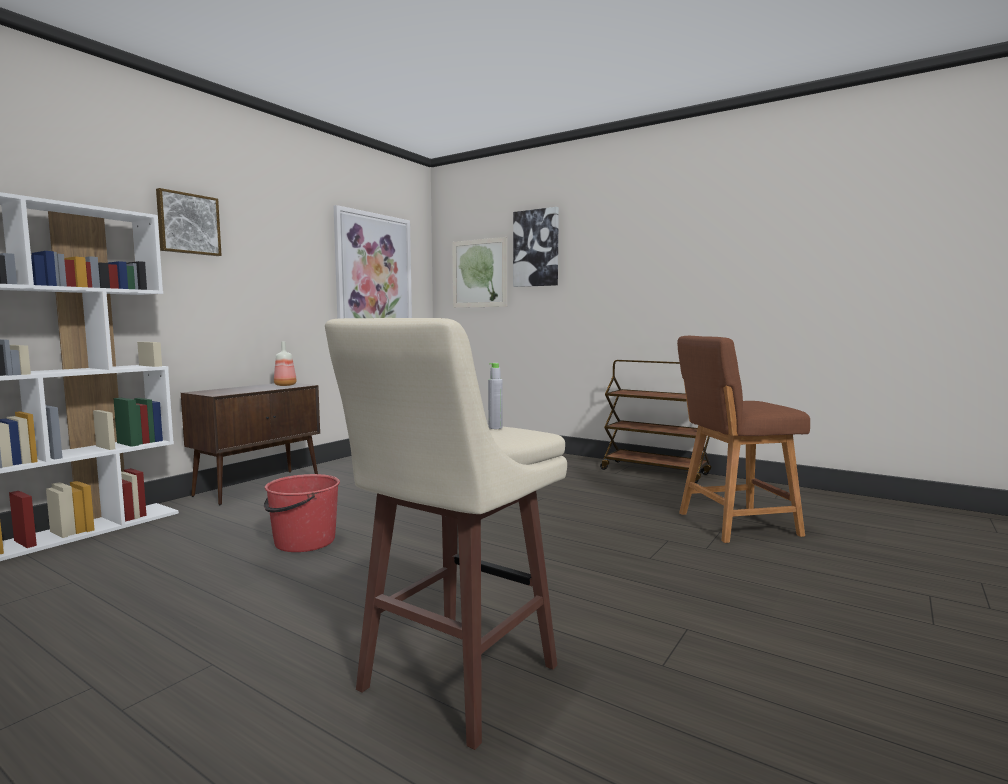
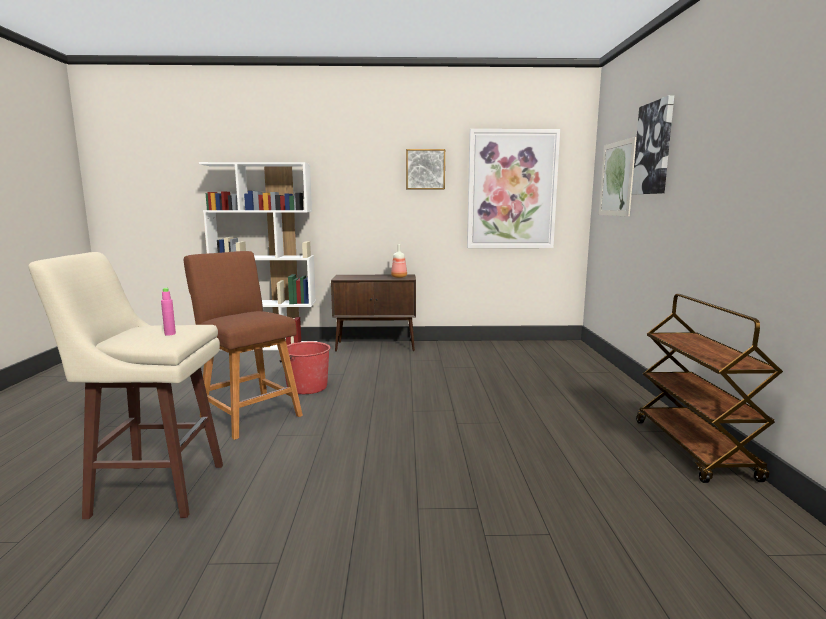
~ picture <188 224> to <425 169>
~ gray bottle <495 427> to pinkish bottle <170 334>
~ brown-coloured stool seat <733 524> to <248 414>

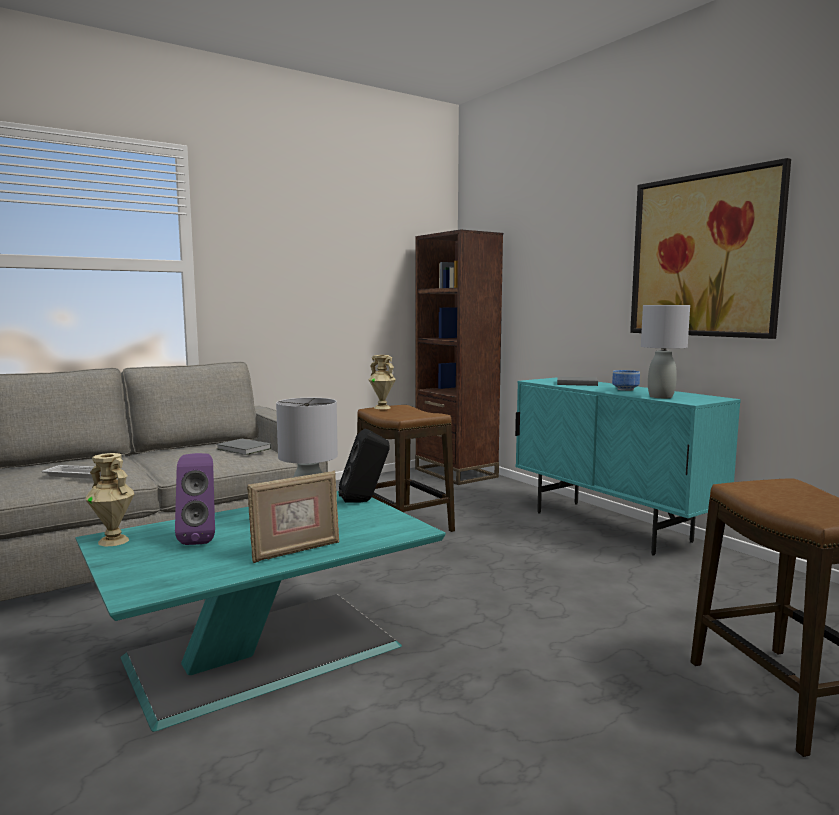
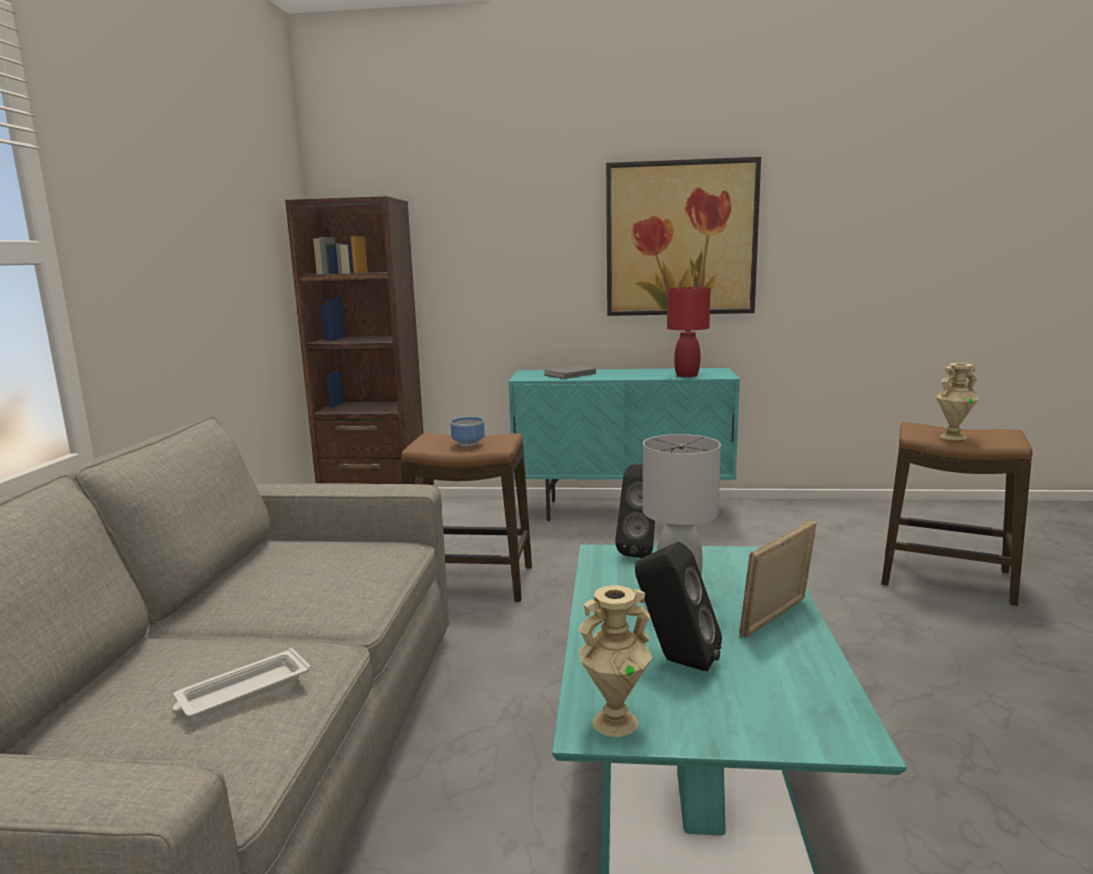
~ purple speaker <199 539> to black-coloured speaker <675 661>
- gray book <244 449>
~ photo frame <295 551> = <776 619> 135 degrees counterclockwise
~ sand-coloured vase <382 407> to <952 437>
~ deep dish <626 389> to <469 443>
~ gray table lamp <661 397> to red-coloured table lamp <687 375>

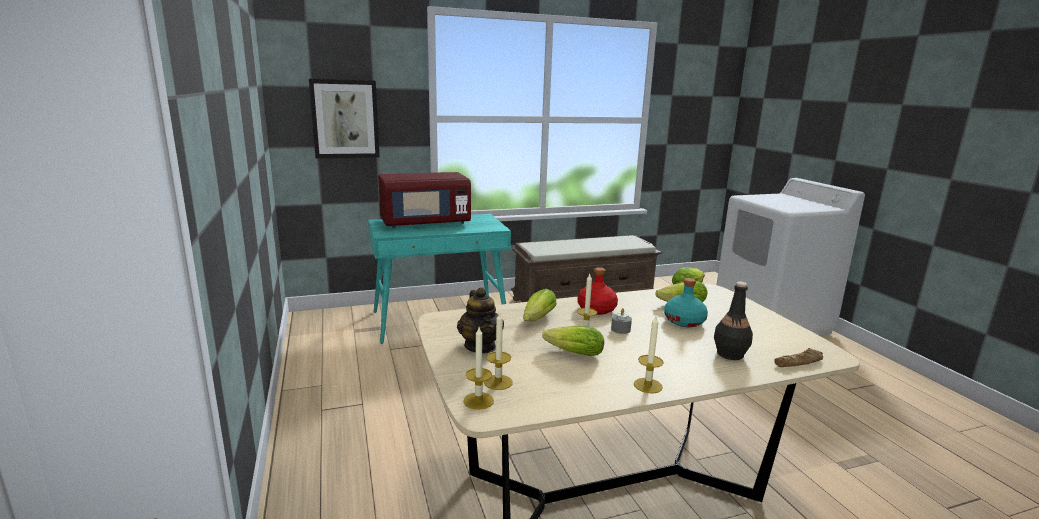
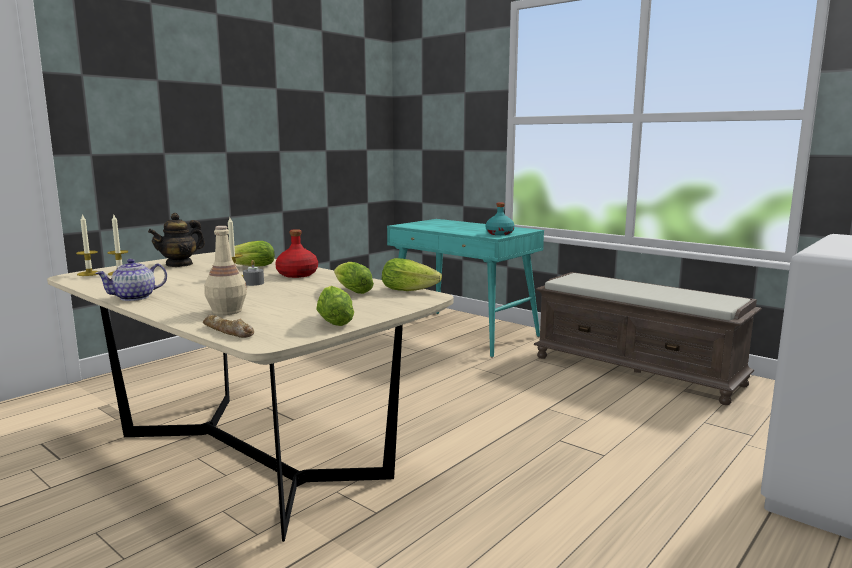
- picture <345 119>
- red-coloured microwave oven <425 223>
~ lettuce head <571 353> to <335 320>
~ wax light <648 385> to pot for tea <135 297>
~ turquoise bottle <684 321> to <500 234>
~ black-coloured bottle <729 354> to sand-coloured bottle <227 311>

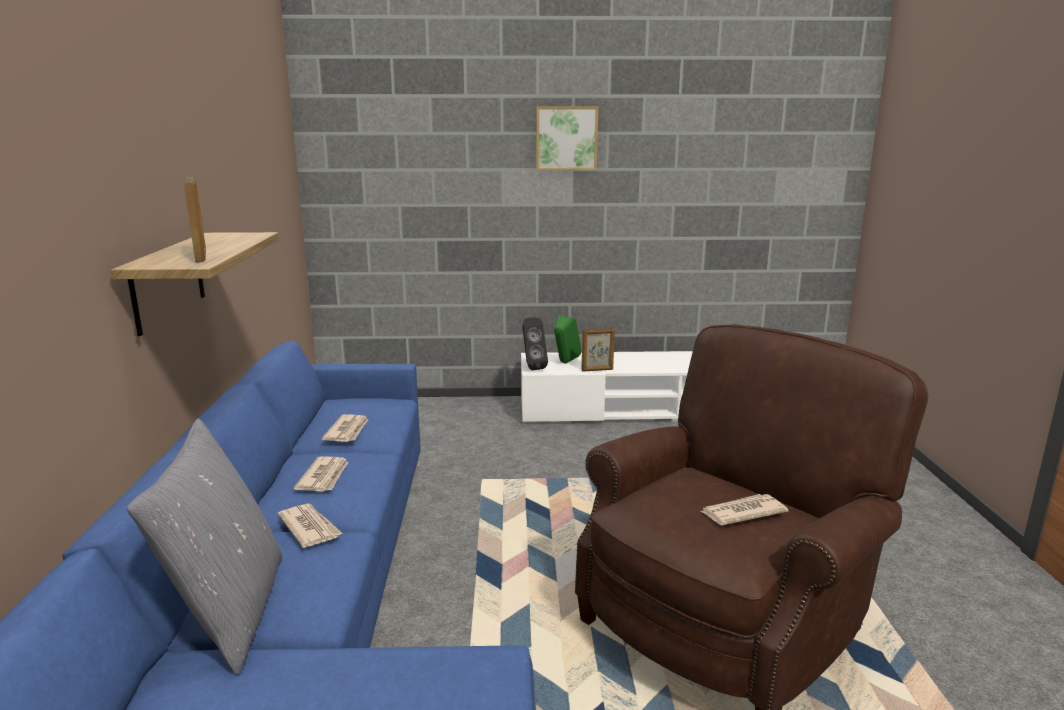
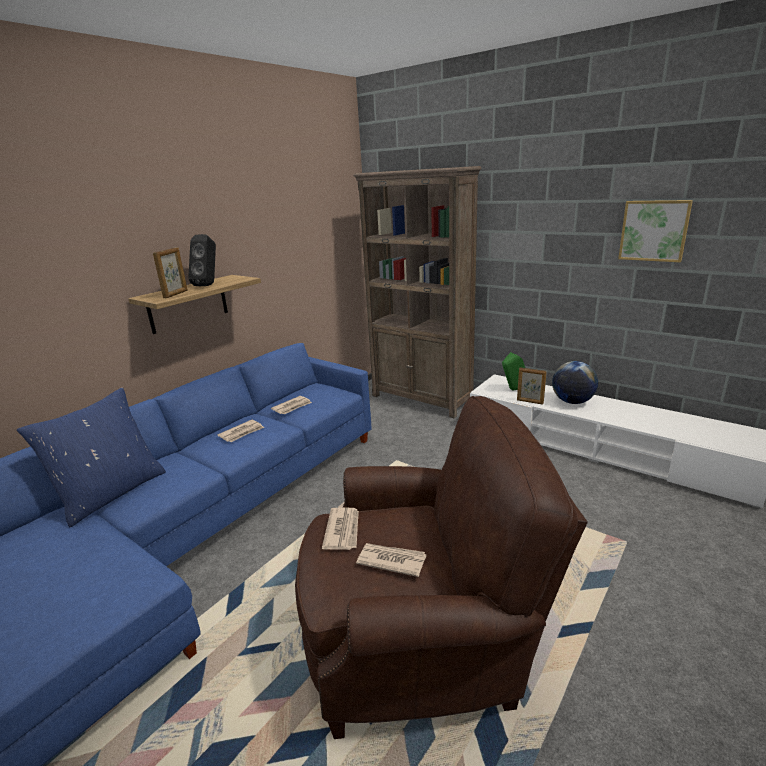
~ gray throw pillow <230 611> to blue throw pillow <112 493>
~ printed paper <309 527> to <343 530>
~ black-coloured speaker <532 367> to <209 285>
~ picture <566 138> to <654 230>
+ brown-coloured shelving unit <421 399>
+ desk globe <572 402>

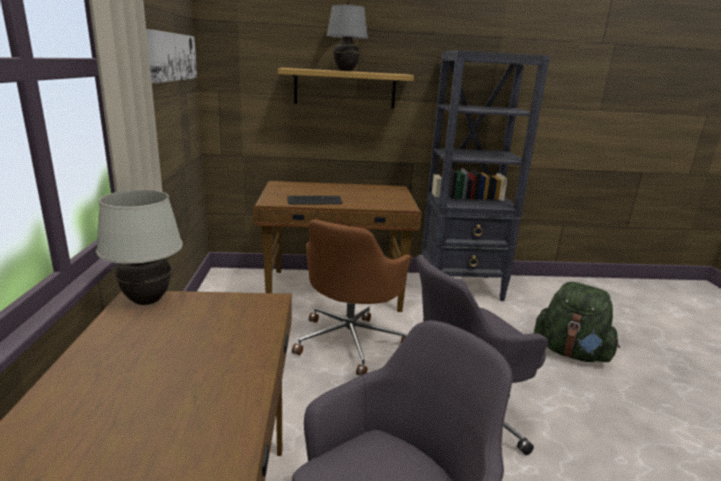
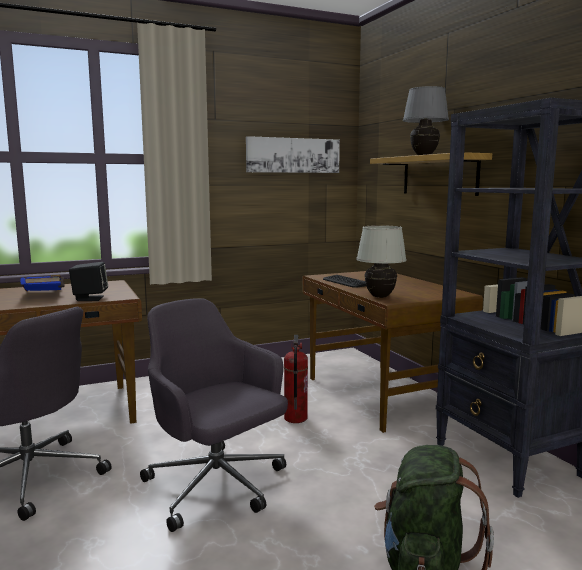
~ white-coloured table lamp <148 301> to <380 297>
~ brown-coloured computer chair <350 340> to extinguisher <295 418>
+ blue book <44 295>
+ black-coloured speaker <90 298>

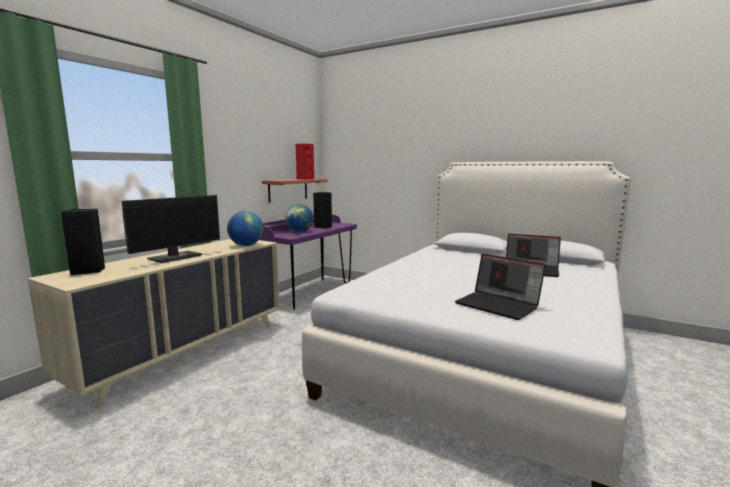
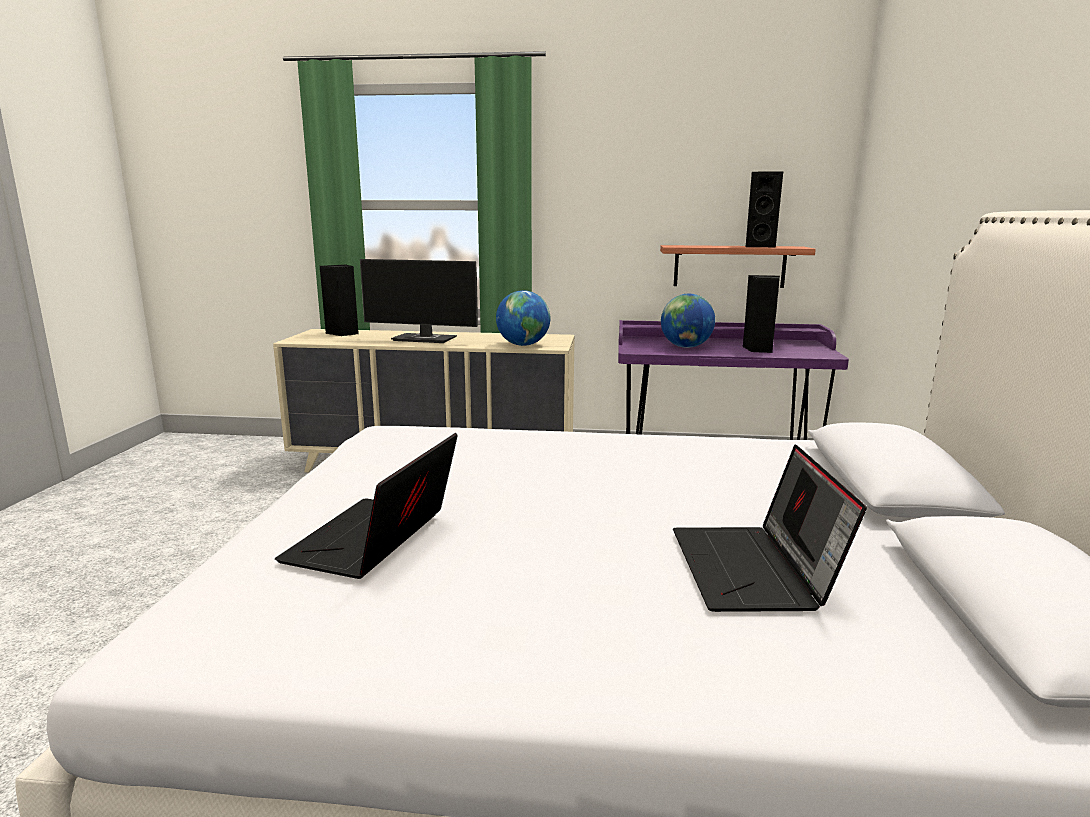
~ red-coloured speaker <304 179> to black-coloured speaker <758 246>

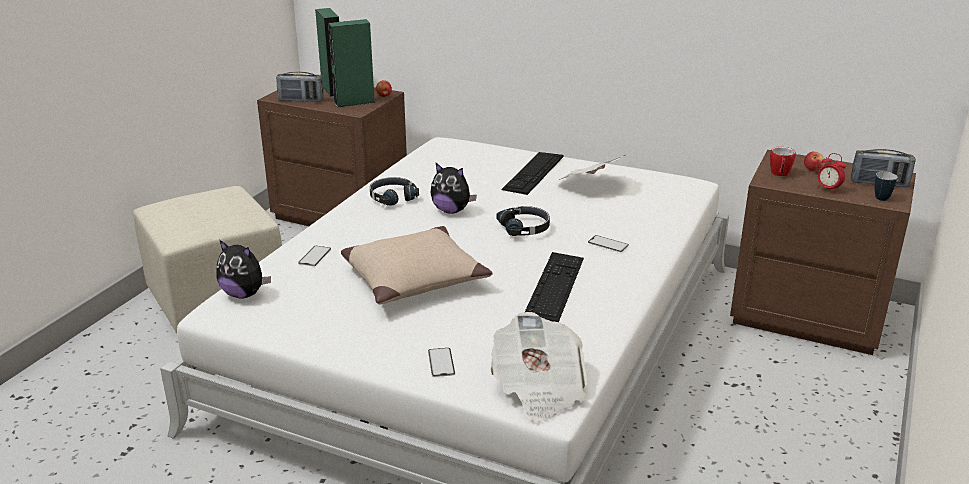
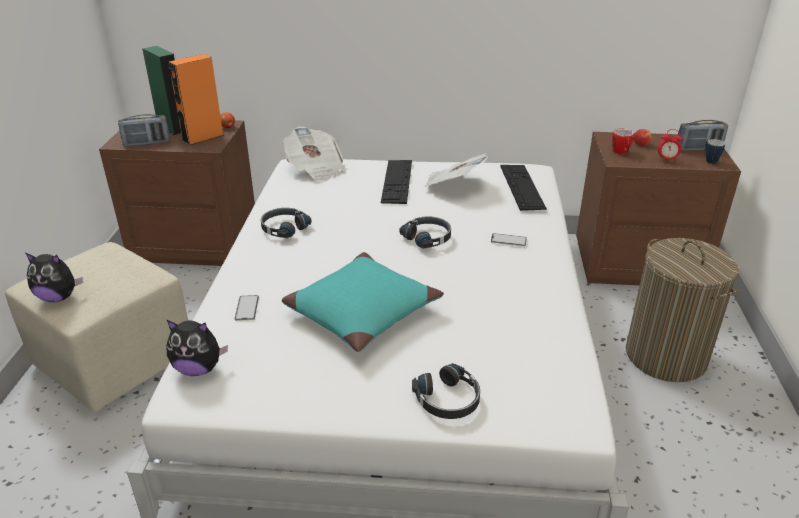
~ greenish speaker <354 102> to orange-coloured speaker <203 138>
~ sand-coloured throw pillow <414 278> to turquoise throw pillow <361 312>
~ phone <441 362> to black-coloured pair of headphones <448 400>
~ plush toy <451 210> to <59 297>
~ printed paper <538 389> to <315 169>
~ PC keyboard <555 286> to <522 186>
+ washing basket <666 356>

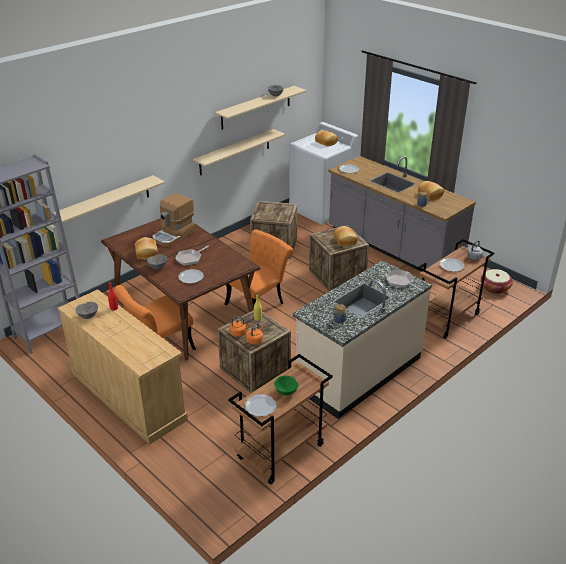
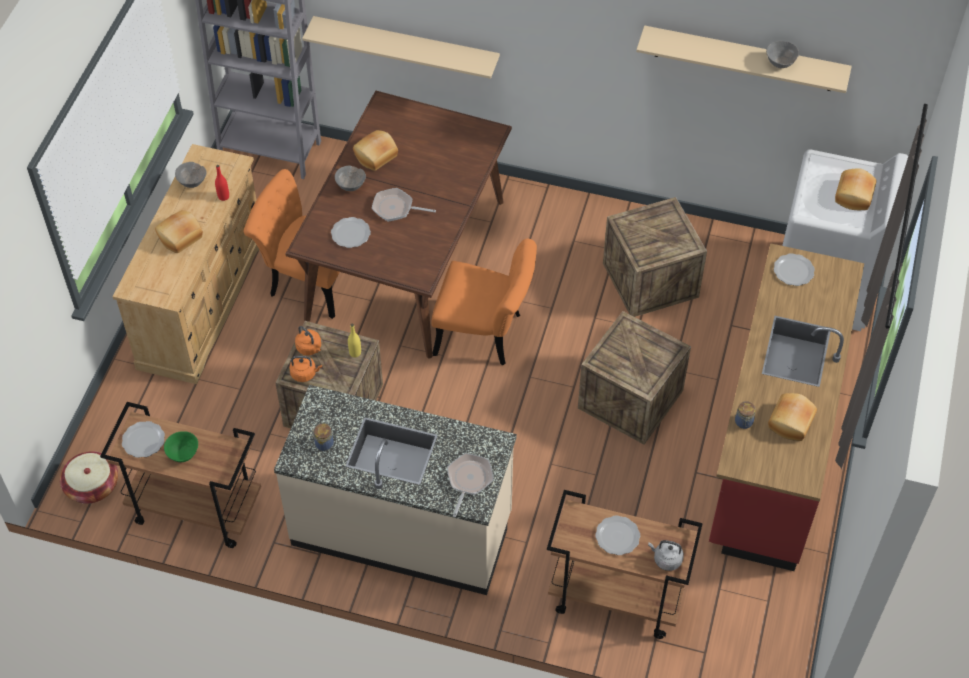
- coffee brewer <174 235>
- sand-coloured wall shelf <235 152>
~ gray counter <392 249> to red-coloured counter <772 443>
~ bakery bread <345 240> to <181 237>
~ household basket <495 288> to <92 486>

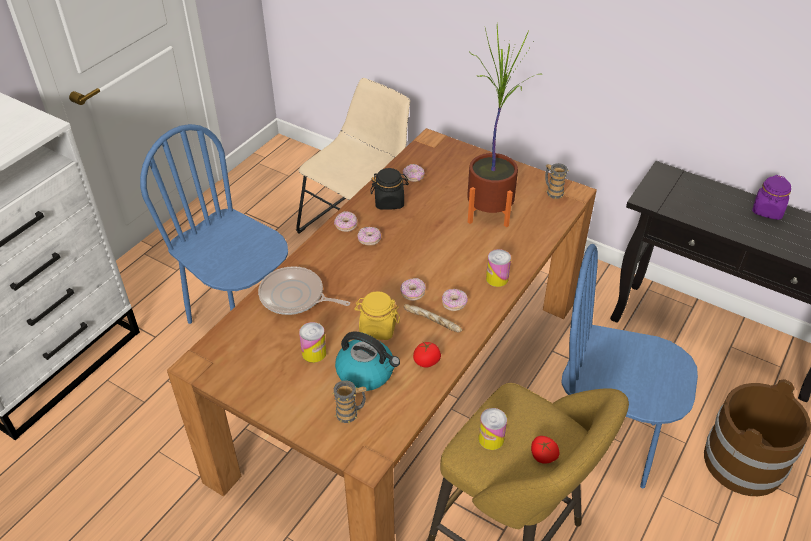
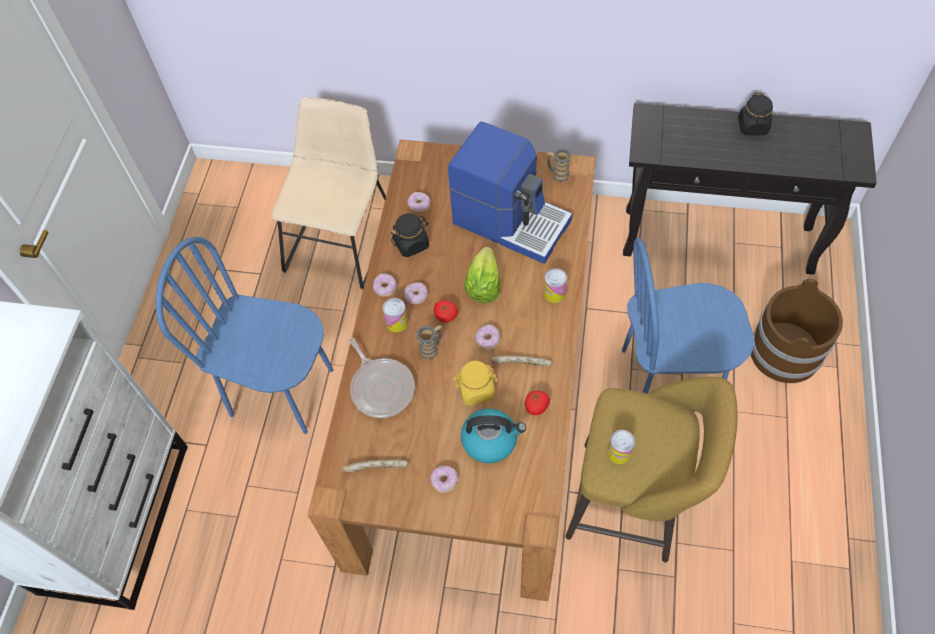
~ skillet <295 296> = <381 387> 120 degrees counterclockwise
~ metal can <314 353> to <397 323>
~ mug <350 413> to <431 349>
~ doughnut <454 304> to <444 481>
~ houseplant <489 212> to coffee brewer <511 220>
~ fresh tomato <542 456> to <445 316>
~ purple preserve jar <767 210> to black-coloured preserve jar <752 126>
+ bakery bread <376 469>
+ lettuce head <483 285>

